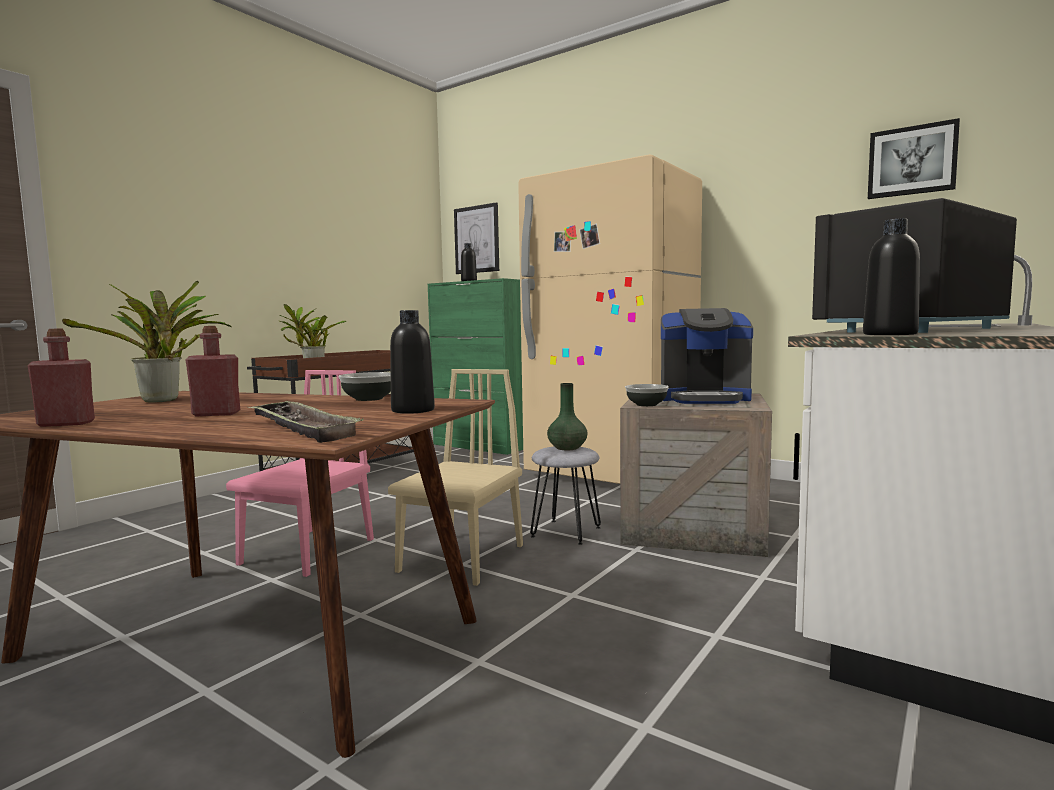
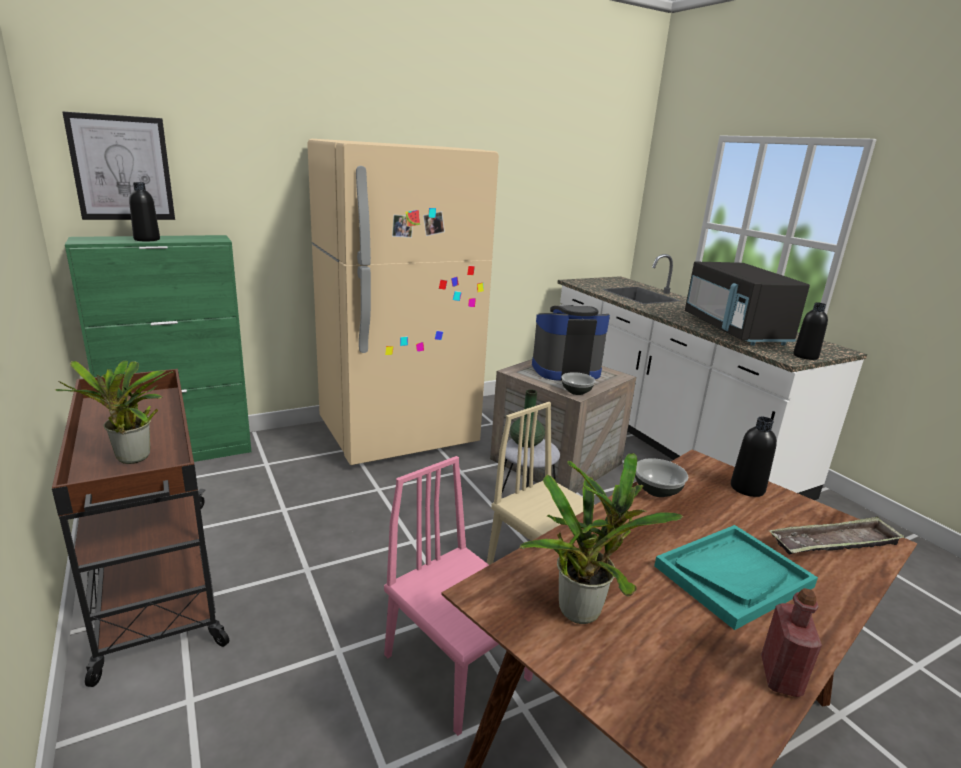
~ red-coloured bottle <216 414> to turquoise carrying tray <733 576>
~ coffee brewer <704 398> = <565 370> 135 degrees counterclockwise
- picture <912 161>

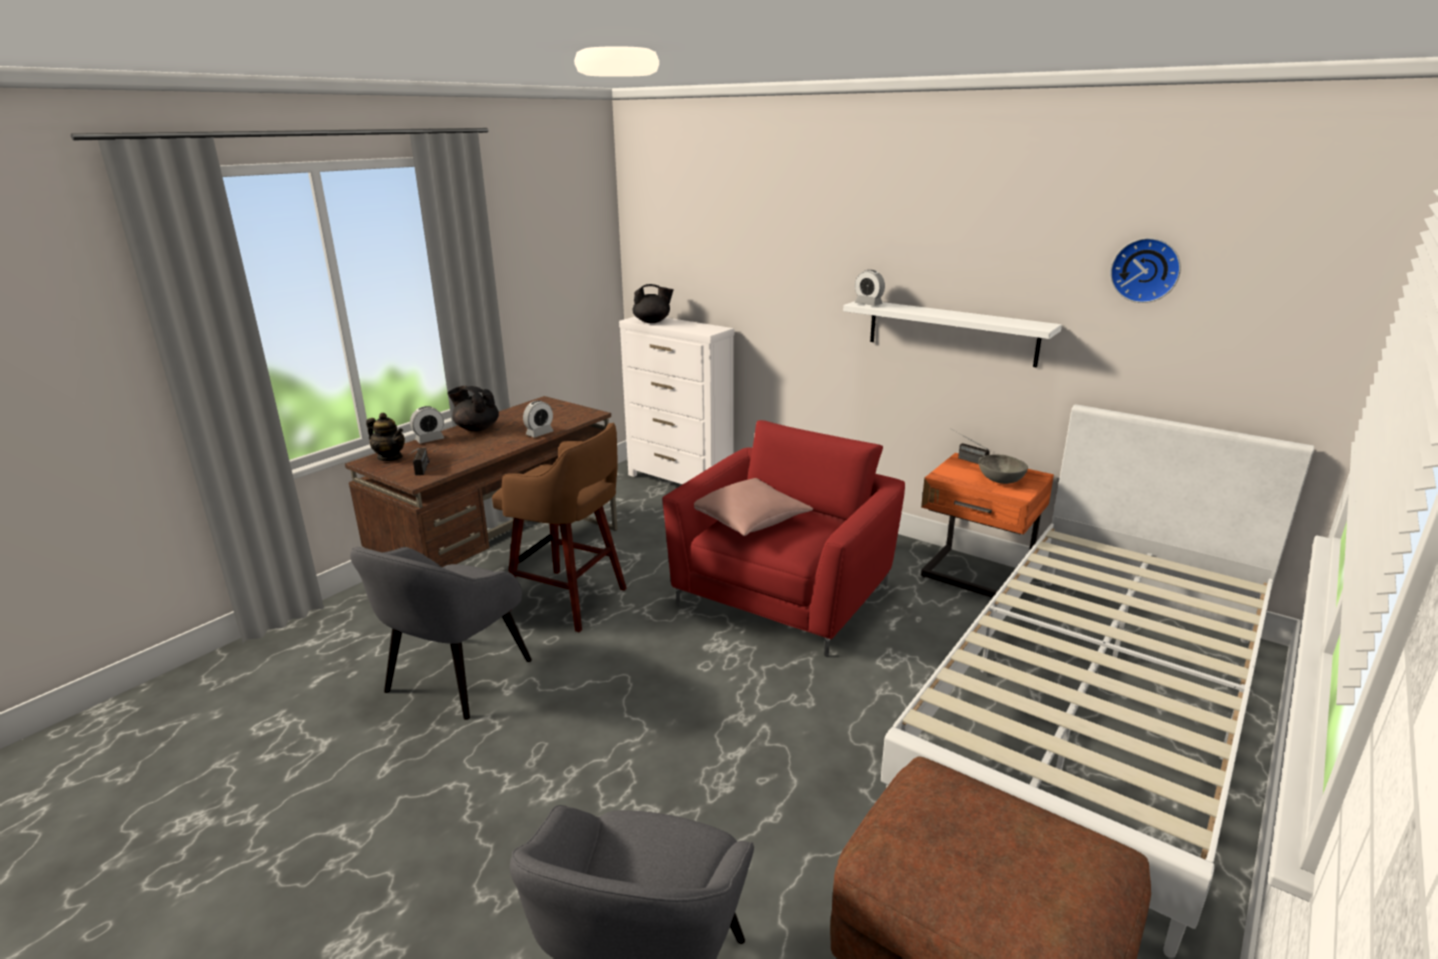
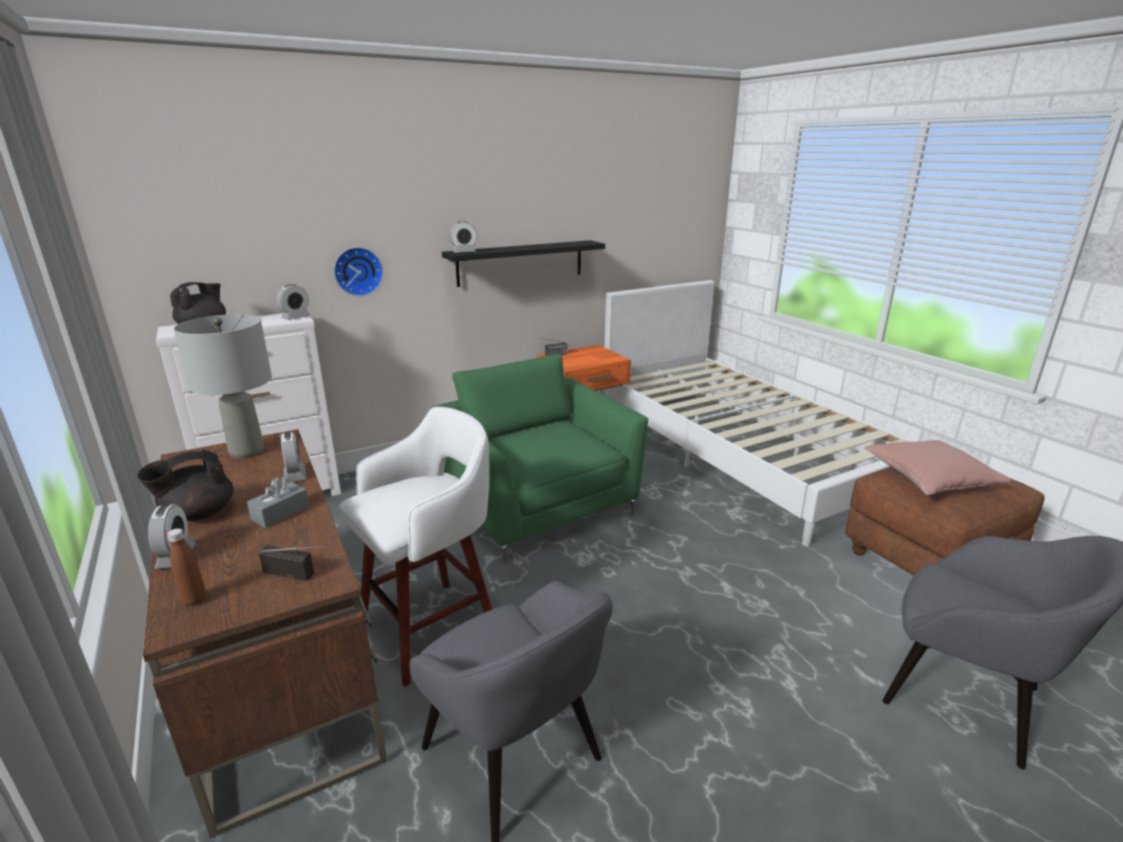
~ pot for tea <390 457> to brown-coloured bottle <195 600>
~ brown-coloured stool seat <570 601> to white-coloured stool seat <433 628>
~ red-coloured armchair <785 594> to greenish armchair <538 505>
~ pinkish throw pillow <750 521> to <929 479>
~ white-coloured wall shelf <951 332> to black-coloured wall shelf <521 263>
- gray deep dish <1000 480>
~ hanging clock <1145 270> to <358 271>
+ gray table lamp <246 451>
+ gray tissue box <280 513>
+ table clock <295 317>

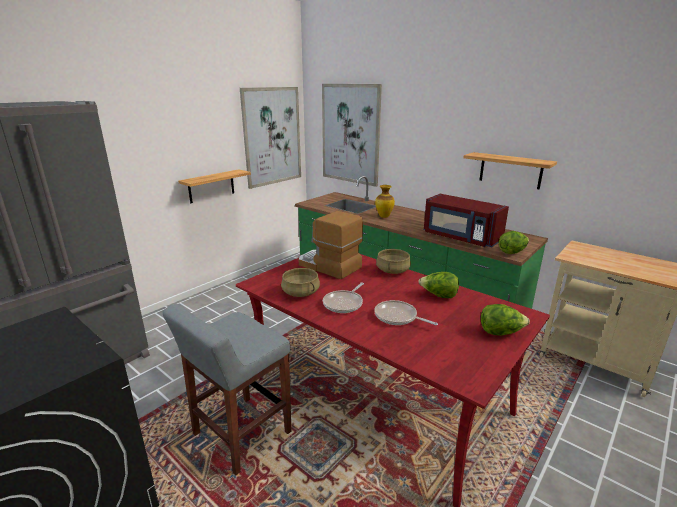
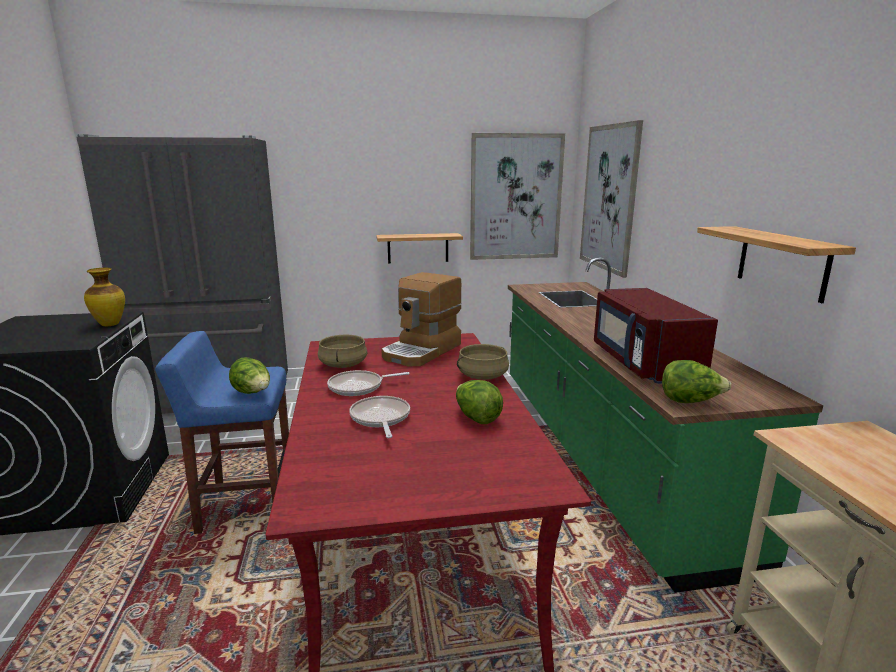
~ gray stool seat <240 434> to blue stool seat <245 504>
~ coffee brewer <328 266> = <422 351> 135 degrees counterclockwise
~ vase <383 216> to <110 324>
~ lettuce head <500 332> to <253 393>

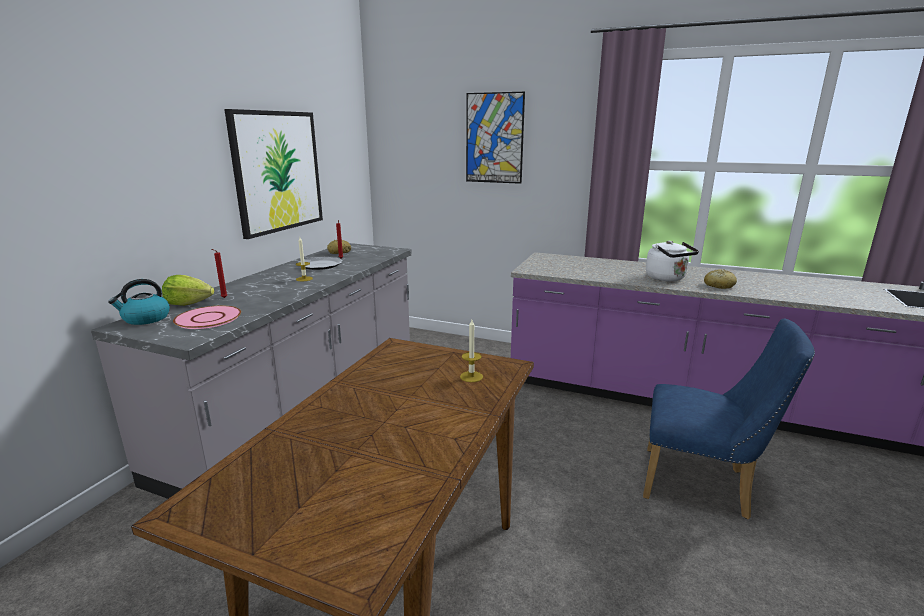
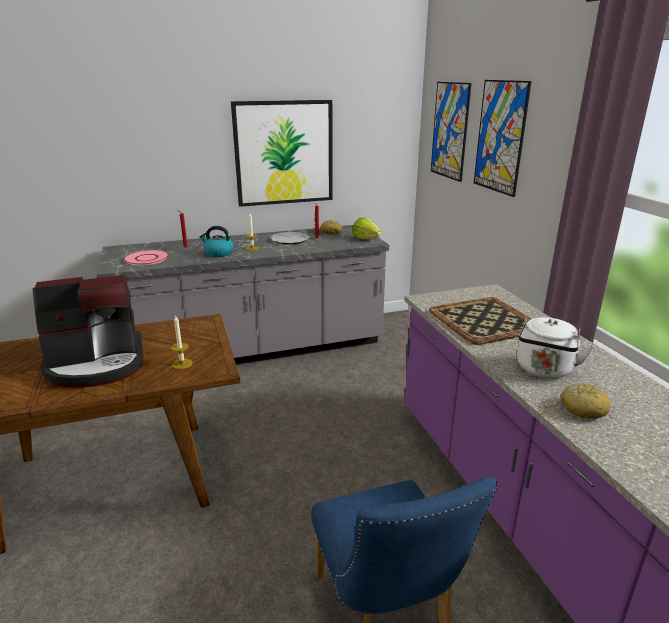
~ water kettle <145 319> to <218 253>
~ lettuce head <188 303> to <366 238>
+ coffee brewer <97 364>
+ carrying tray <483 320>
+ picture <450 130>

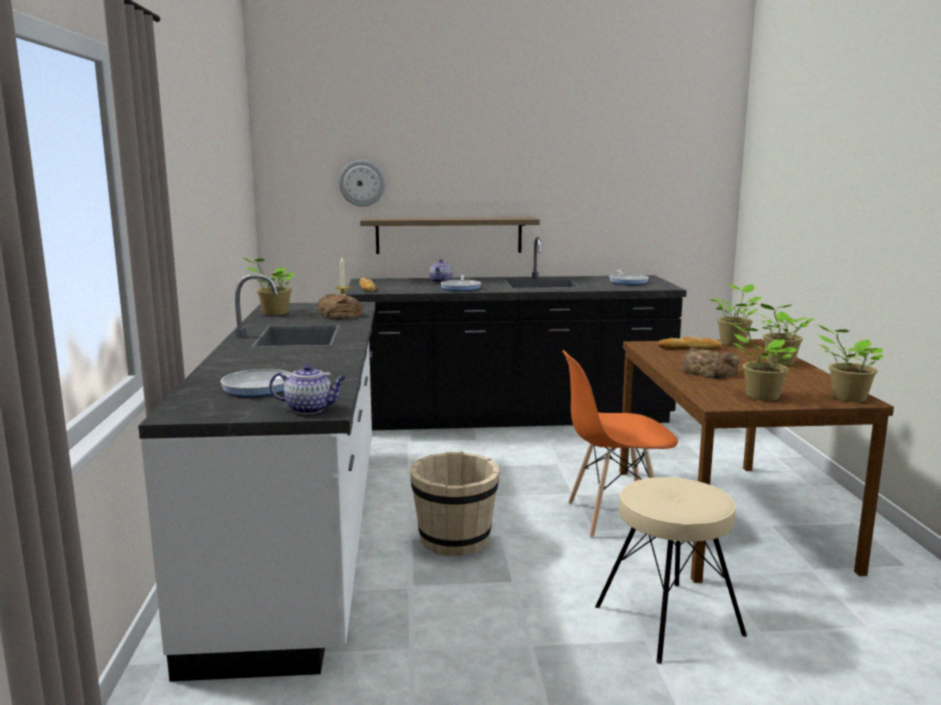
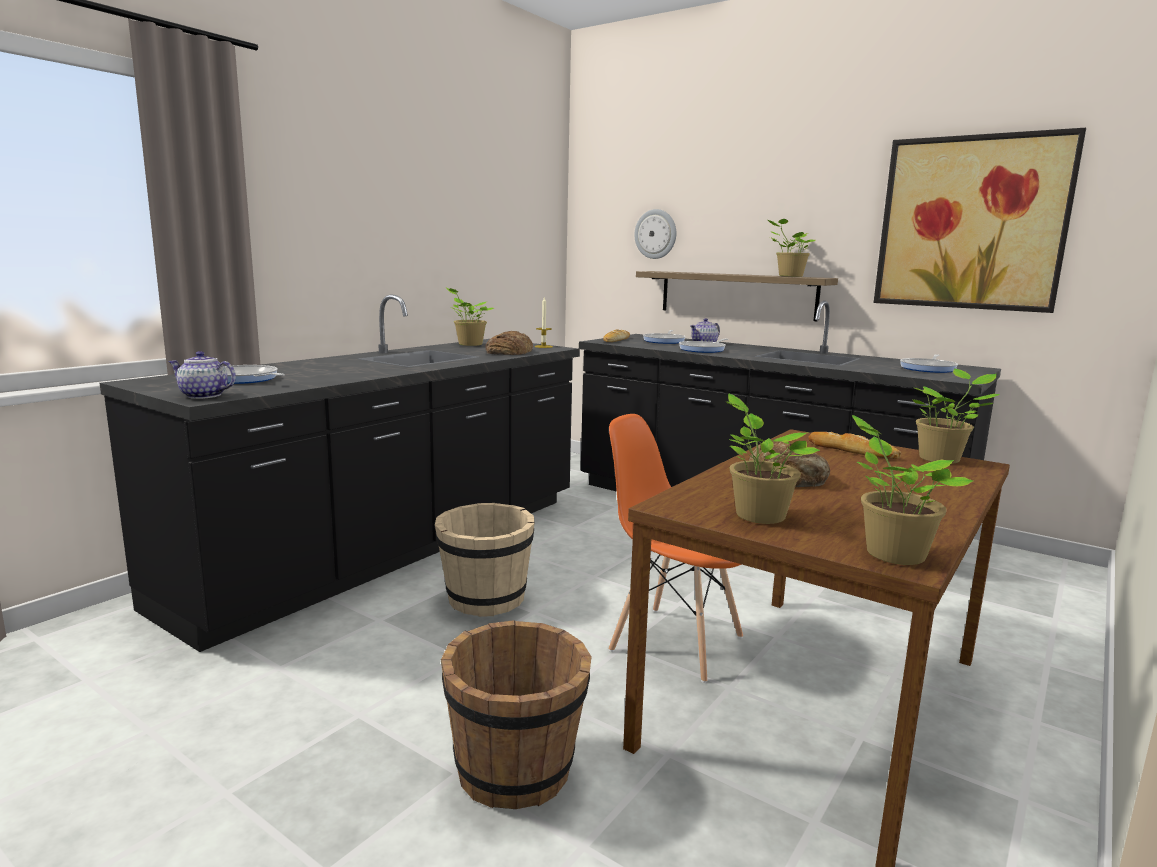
~ white-coloured counter <302 535> to black-coloured counter <394 549>
~ pot for tea <310 409> = <202 396> 150 degrees clockwise
~ sand-coloured stool seat <669 620> to brown-coloured water bucket <516 770>
~ houseplant <778 362> to <788 276>
+ skillet <664 341>
+ picture <971 223>

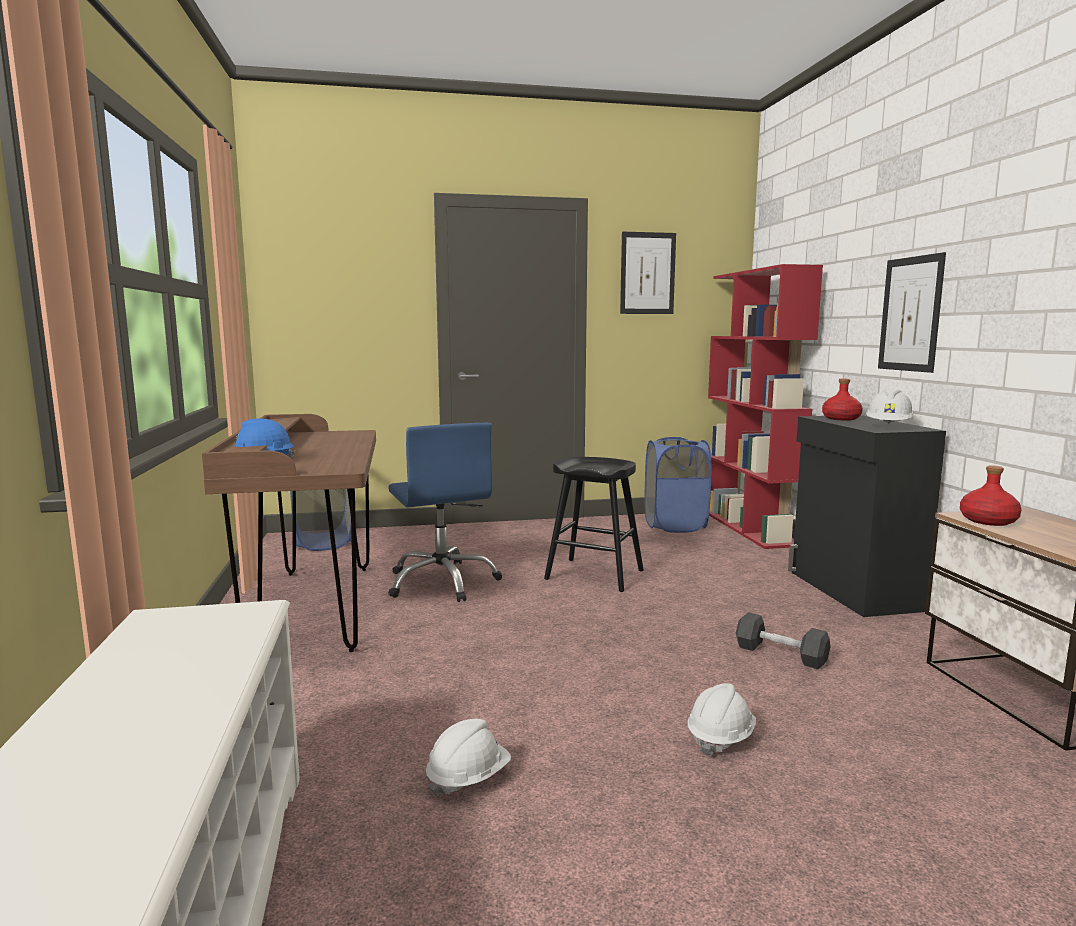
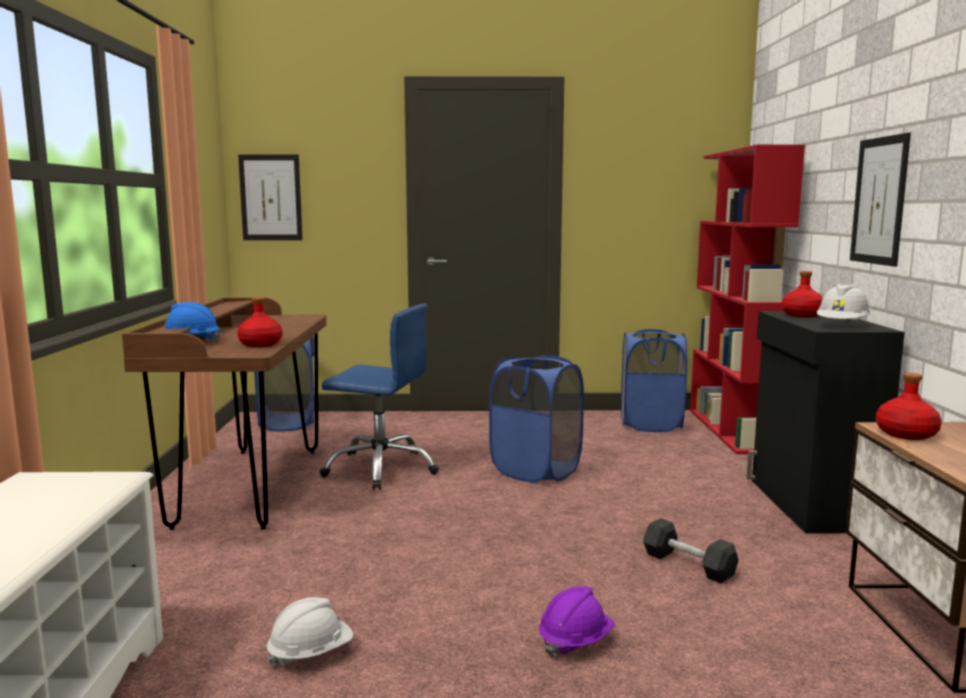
~ blue computer chair <442 582> = <381 468> 60 degrees counterclockwise
~ black-coloured stool seat <594 575> to blue washing basket <536 470>
~ picture <647 273> to <270 197>
~ white-coloured work helmet <720 738> to purple work helmet <575 642>
+ red-coloured bottle <260 344>

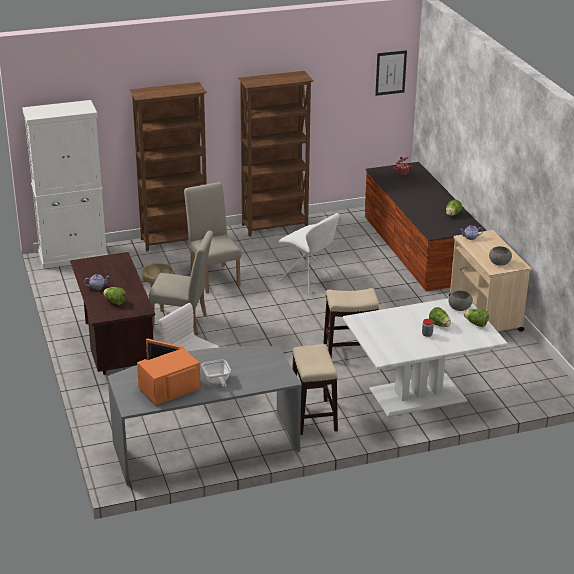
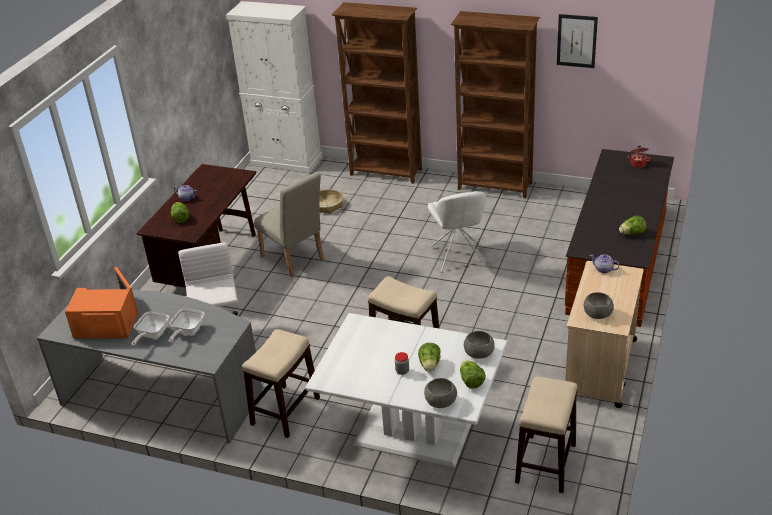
- sand-coloured chair <214 276>
~ picture <390 72> to <576 41>
+ skillet <187 332>
+ gray deep dish <440 402>
+ stool seat <545 464>

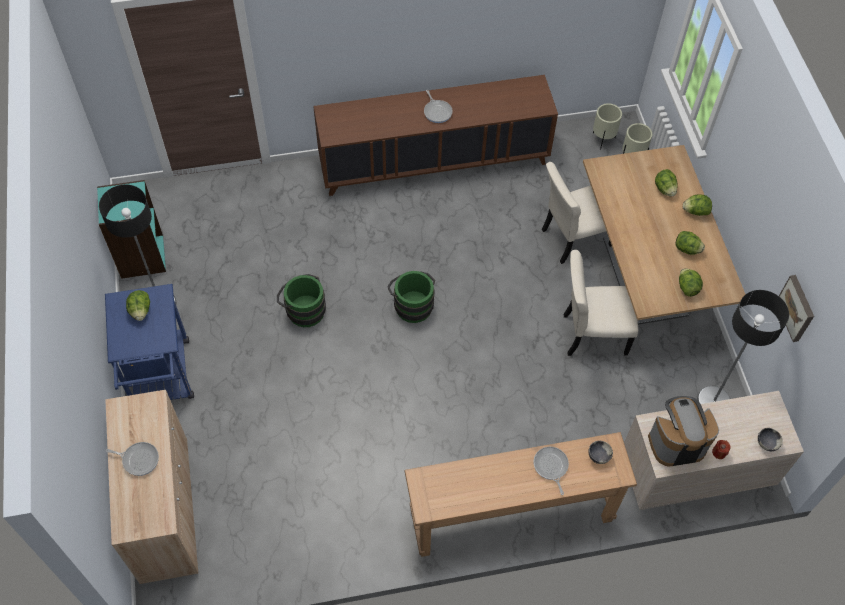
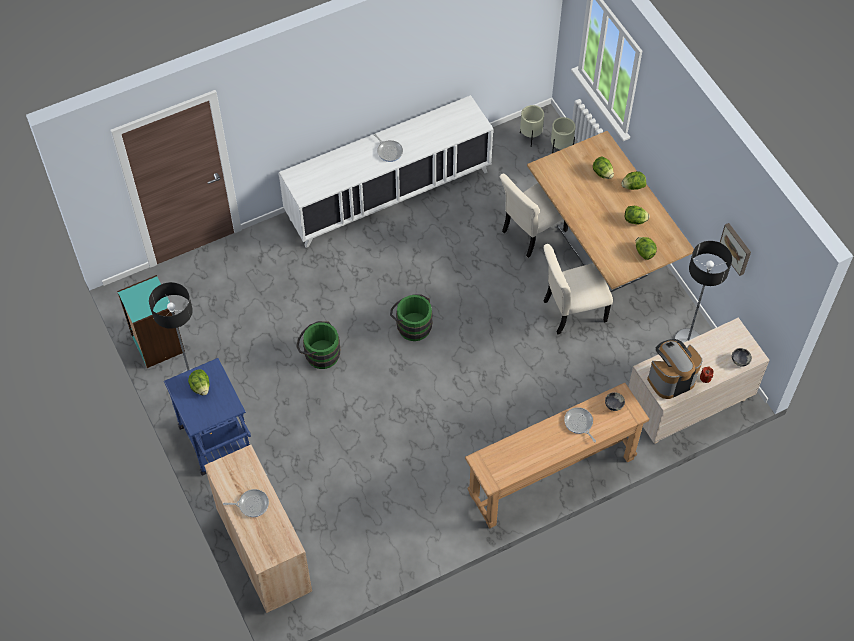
~ brown-coloured cabinet <433 163> to white-coloured cabinet <388 195>

